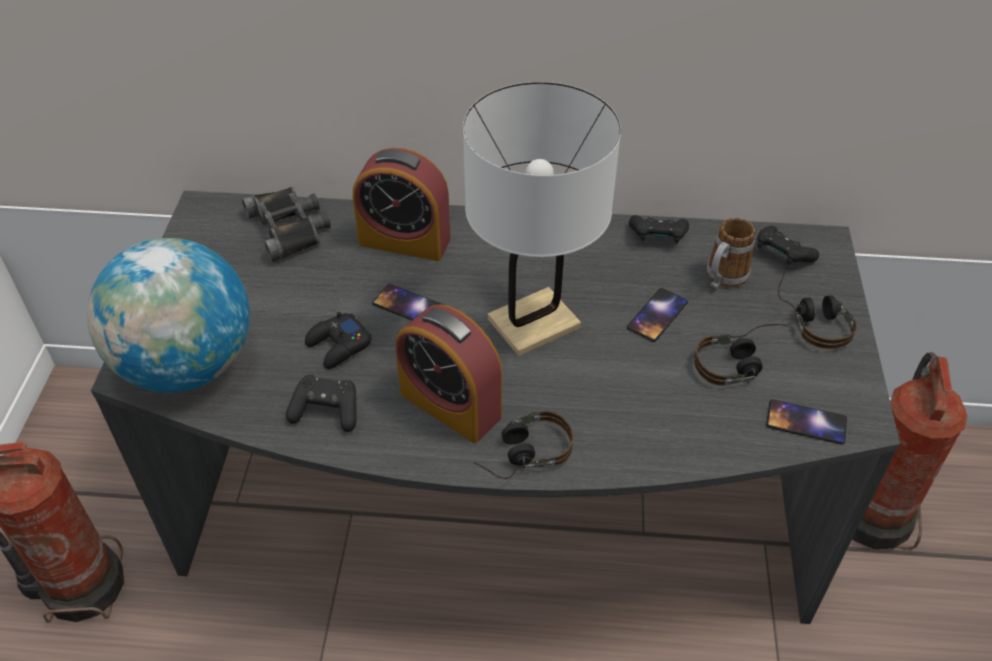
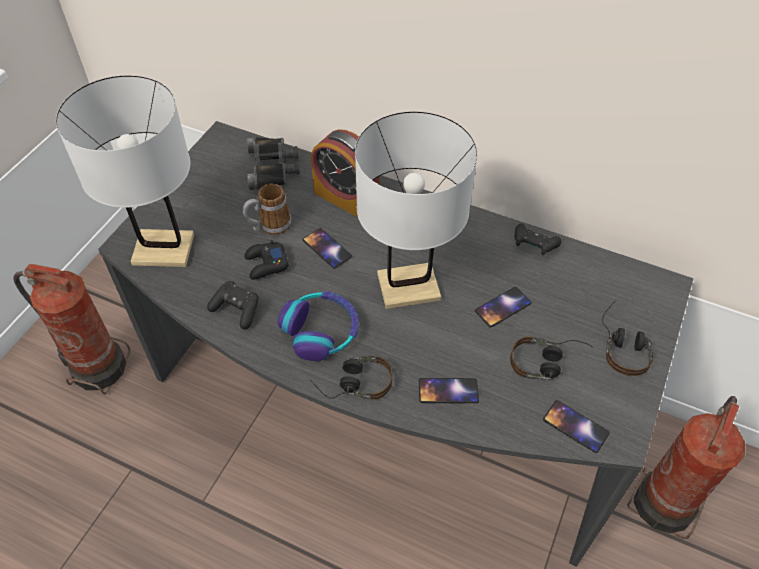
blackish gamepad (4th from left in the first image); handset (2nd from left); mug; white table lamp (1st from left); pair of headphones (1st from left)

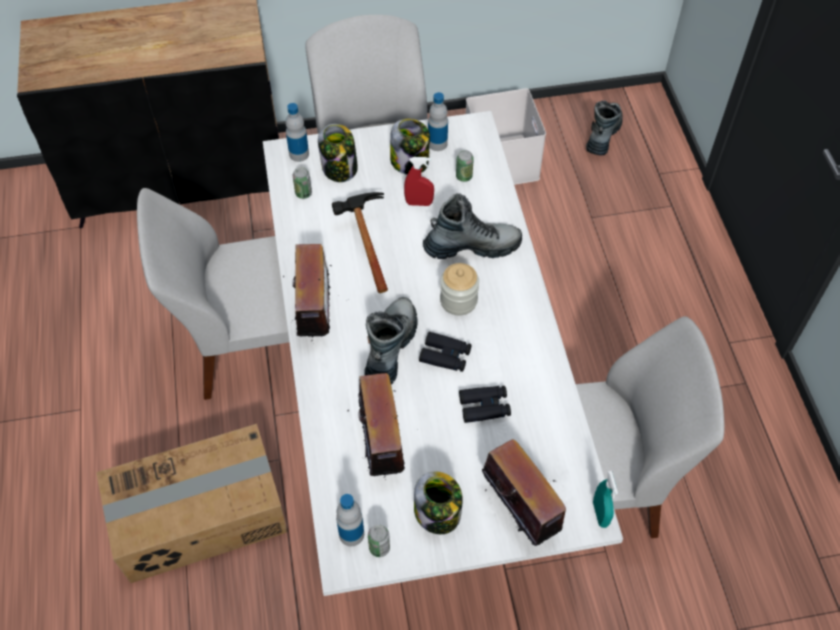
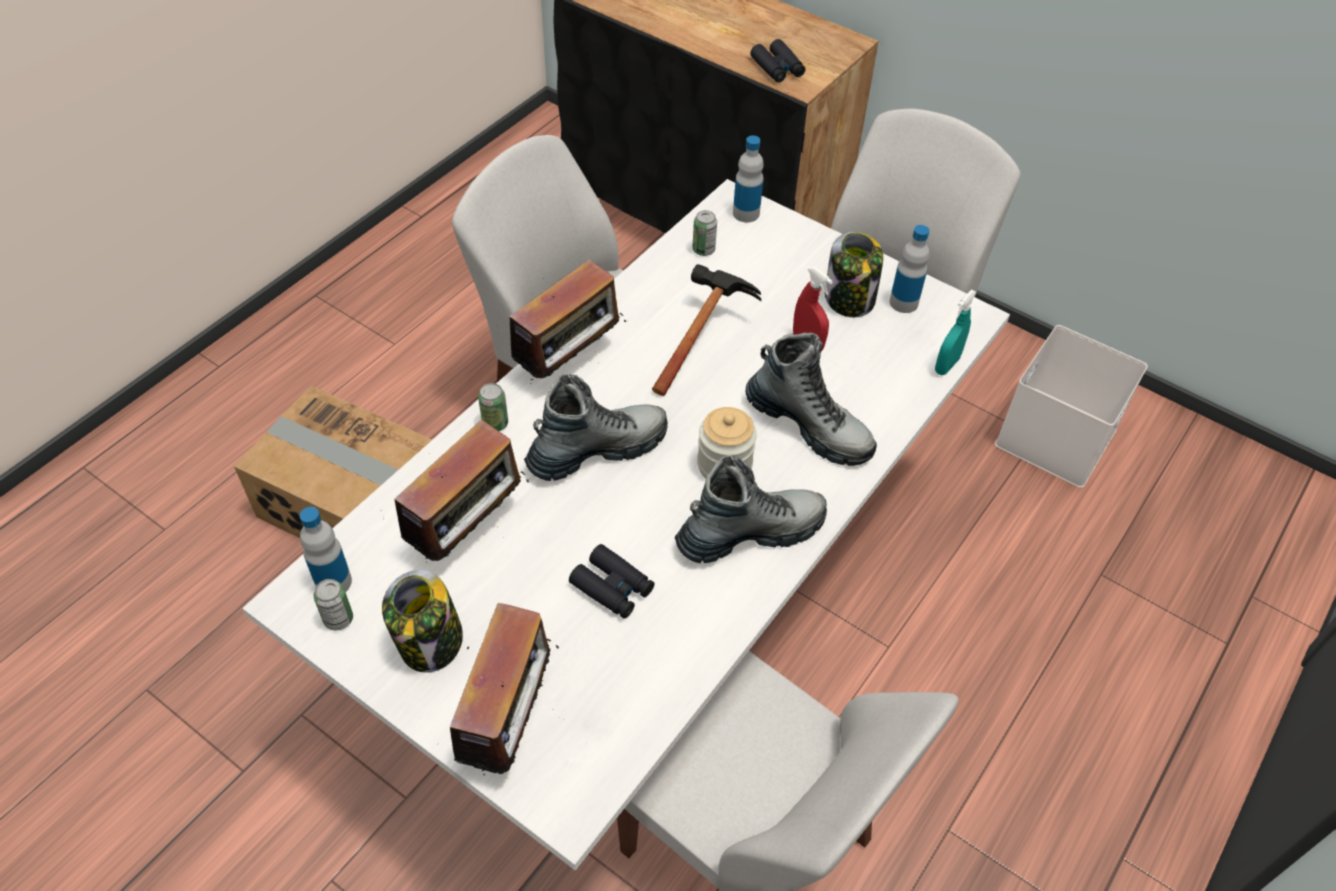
preserve jar (1st from left in the first image); blackish pair of binoculars (2nd from left); sealed can (2nd from left); boot (2nd from left); turquoise-coloured hand sprayer

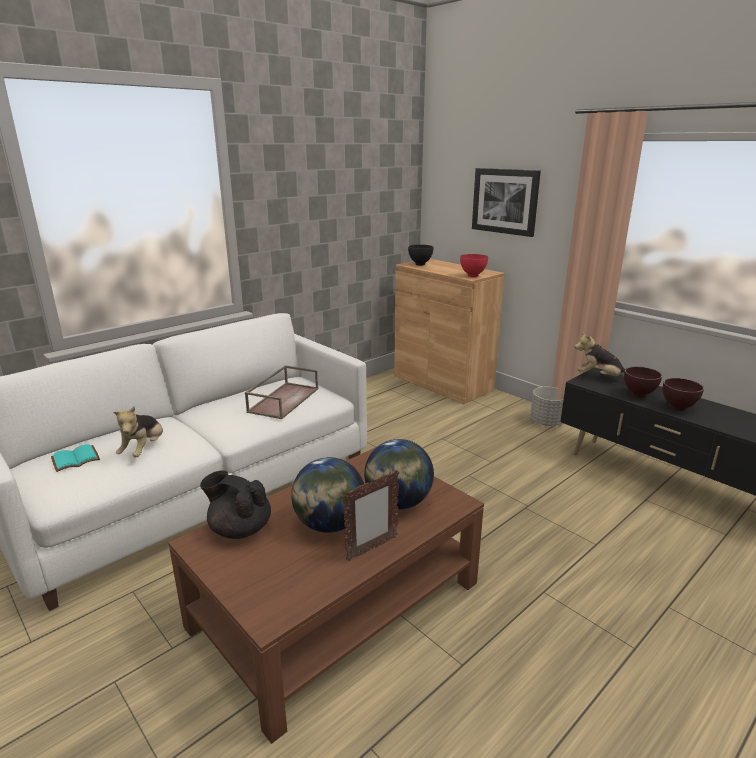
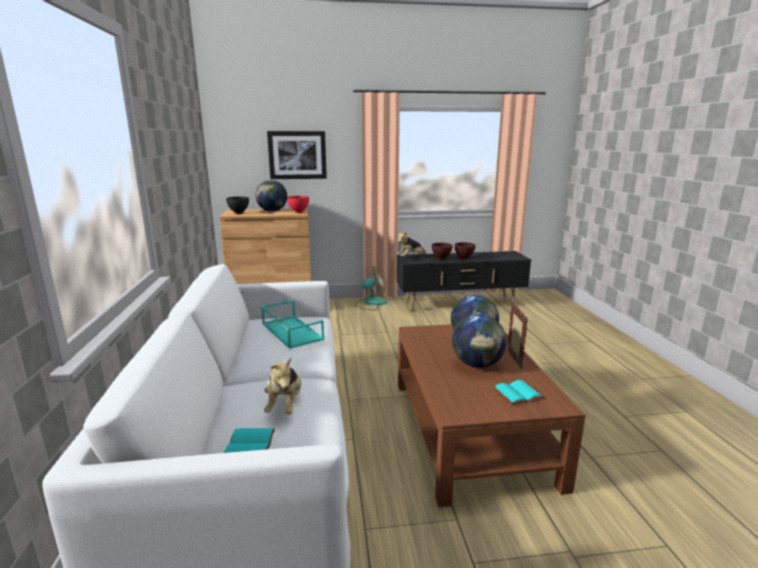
blackish pot for tea; world globe (1st from left); turquoise-coloured bound book (2nd from left); electric fan; turquoise-coloured carrying tray; plush toy (1st from left)

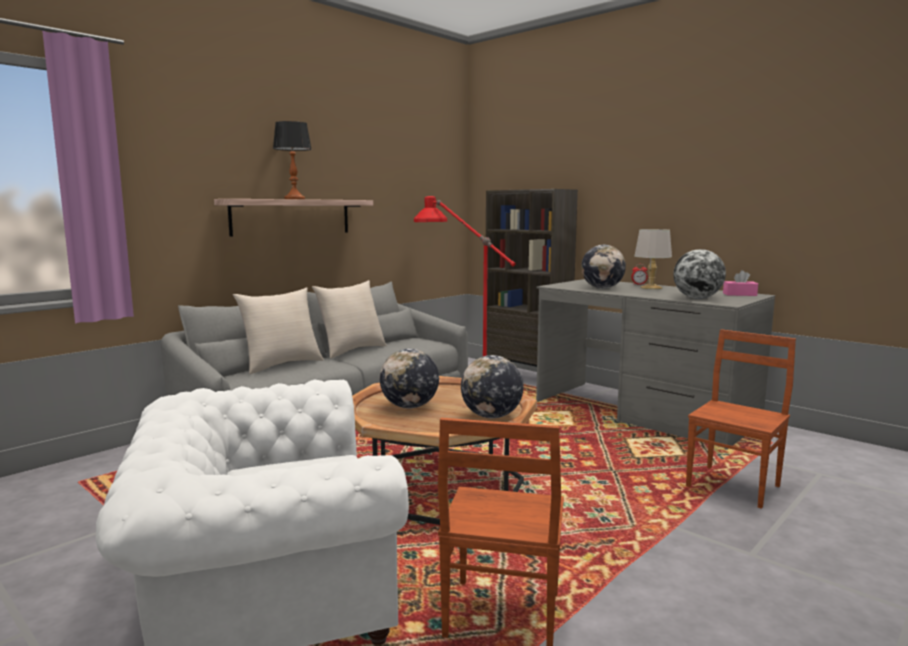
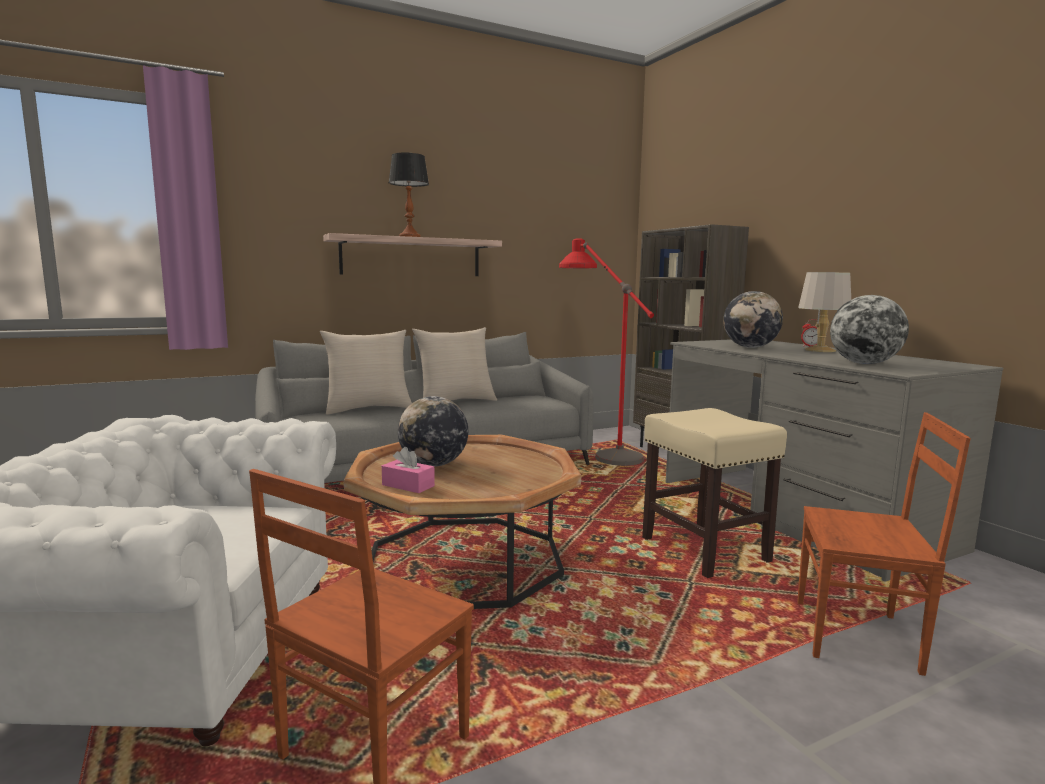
world globe (2nd from left in the first image); beige stool seat; pink-coloured box of tissues; brownish chair (2nd from left)

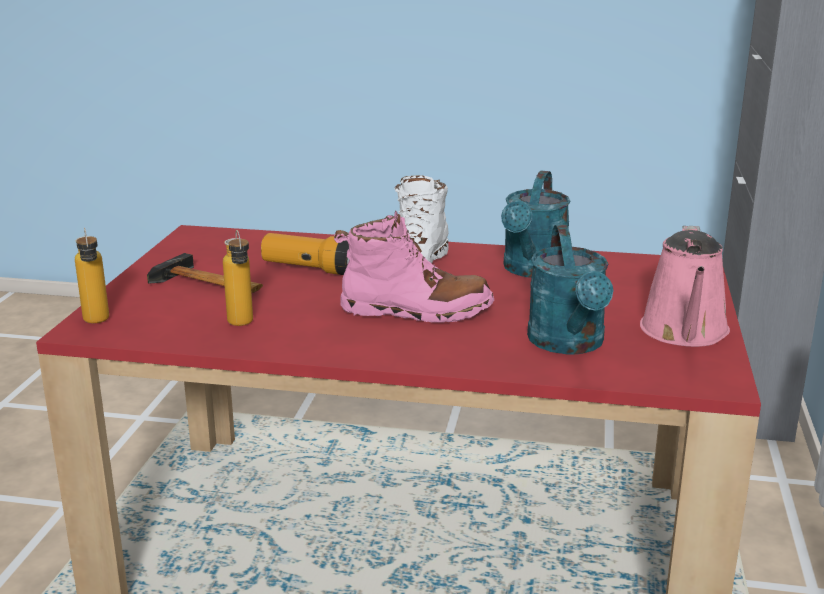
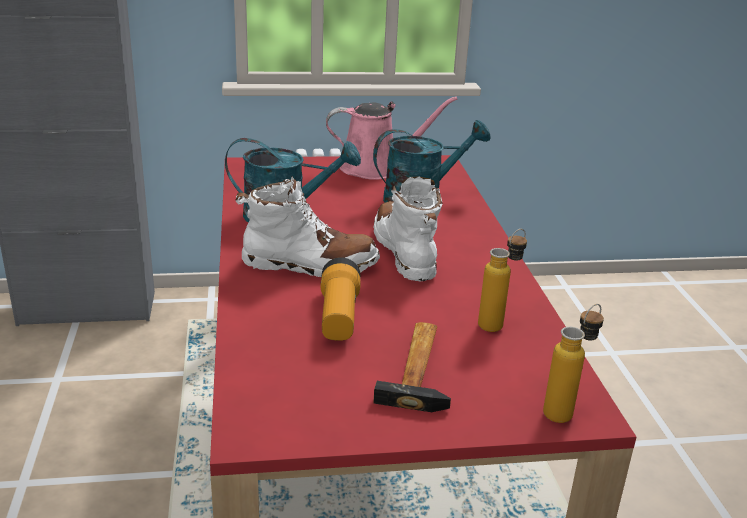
white boot (2nd from left)

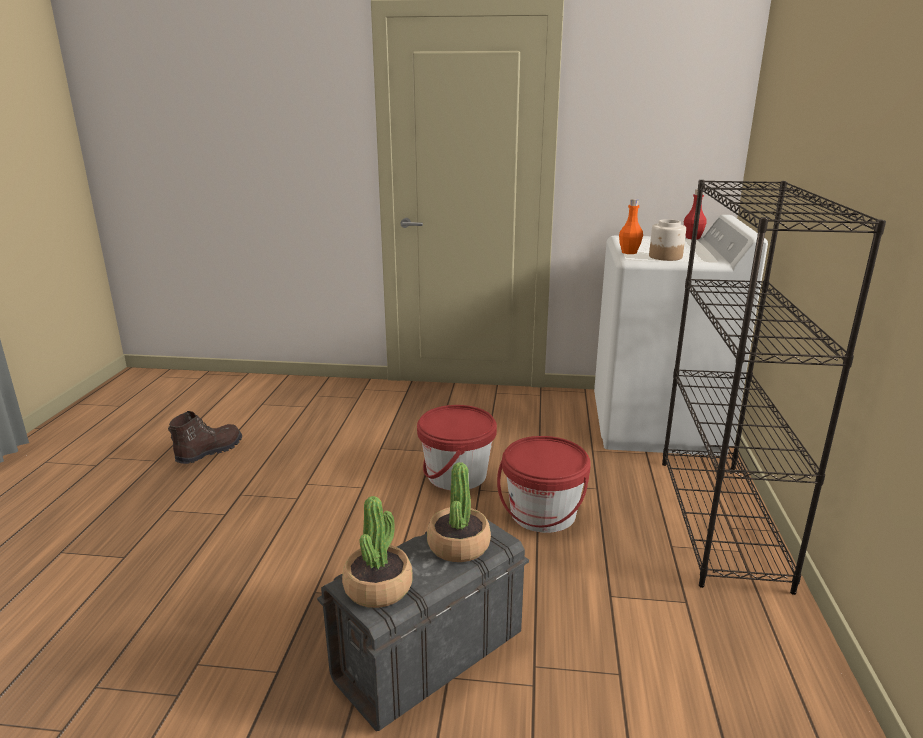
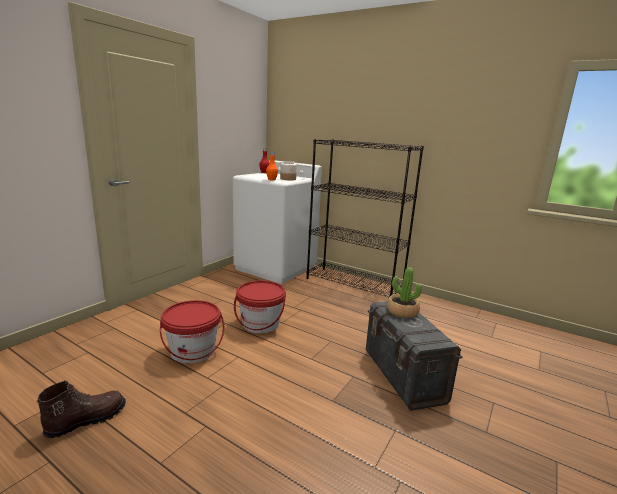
plant in a pot (1st from left in the first image); red-coloured water bucket (1st from left); brownish boot

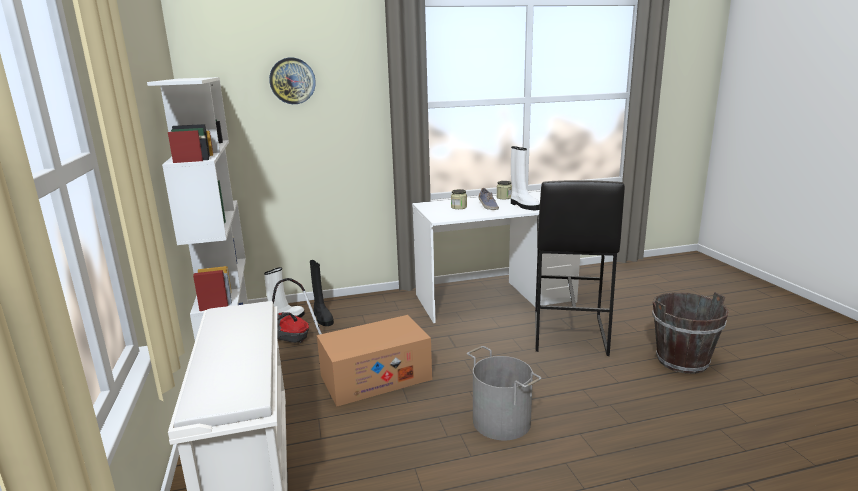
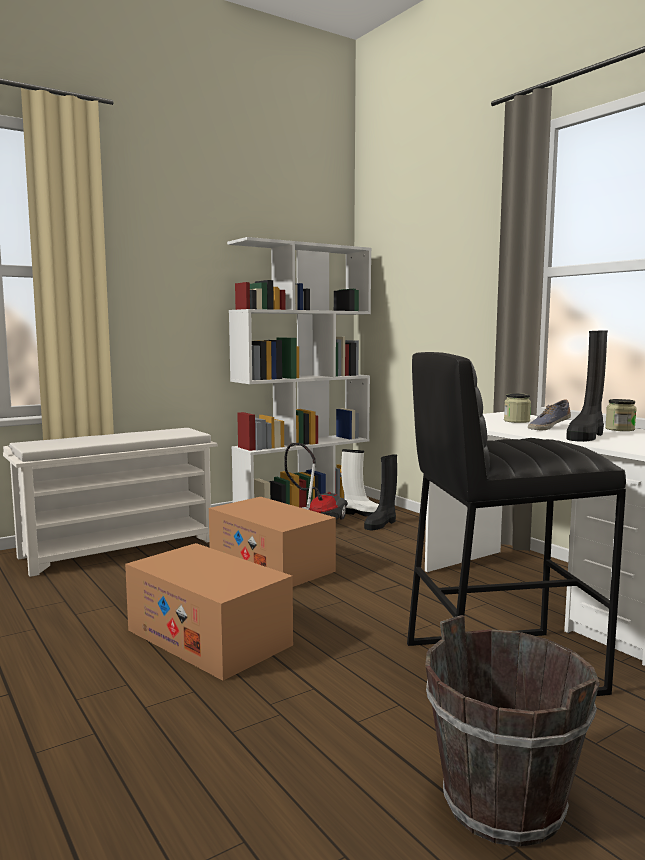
wall clock; cardboard box (1st from left); blackish boot (2nd from left)

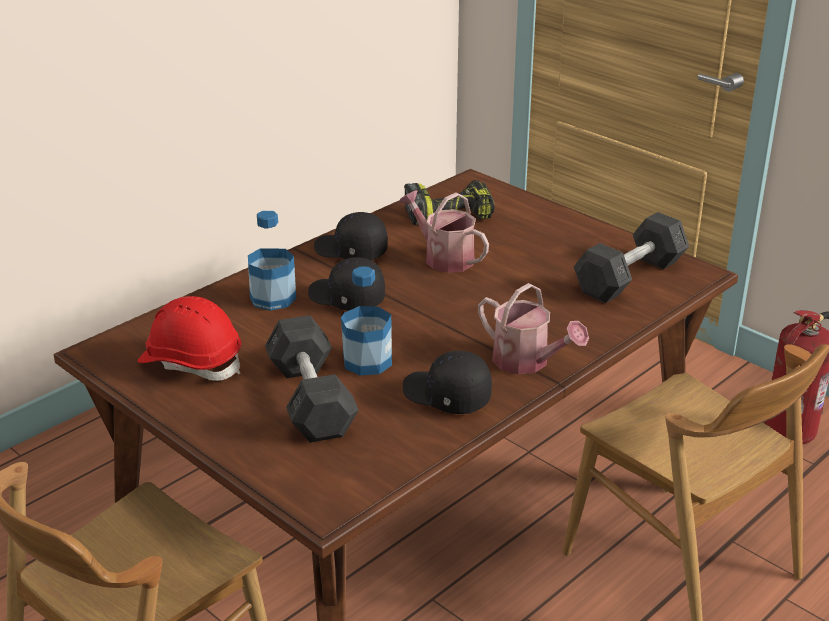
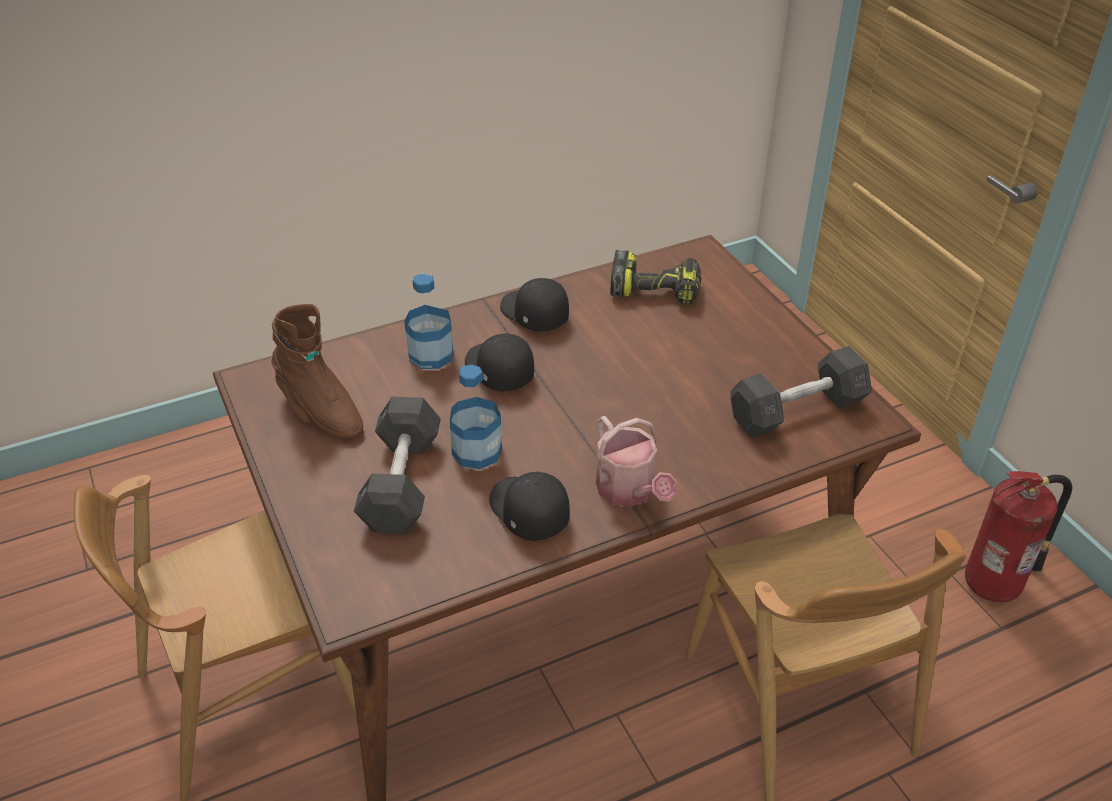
watering pot (1st from left in the first image); brownish boot

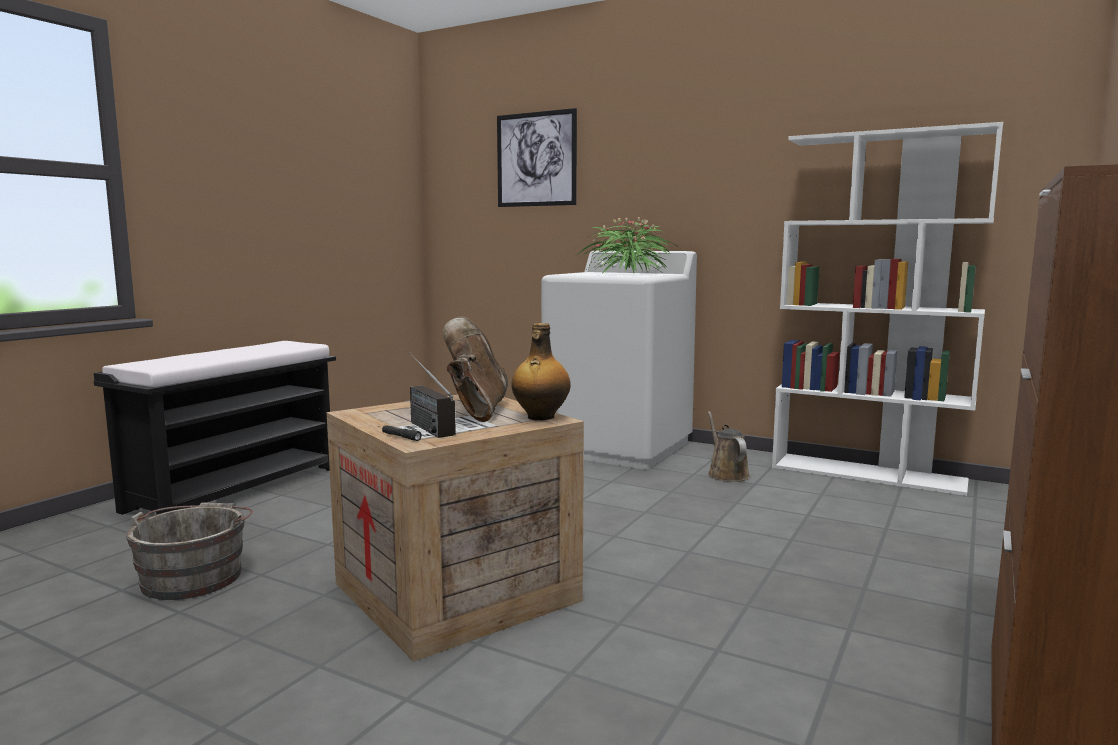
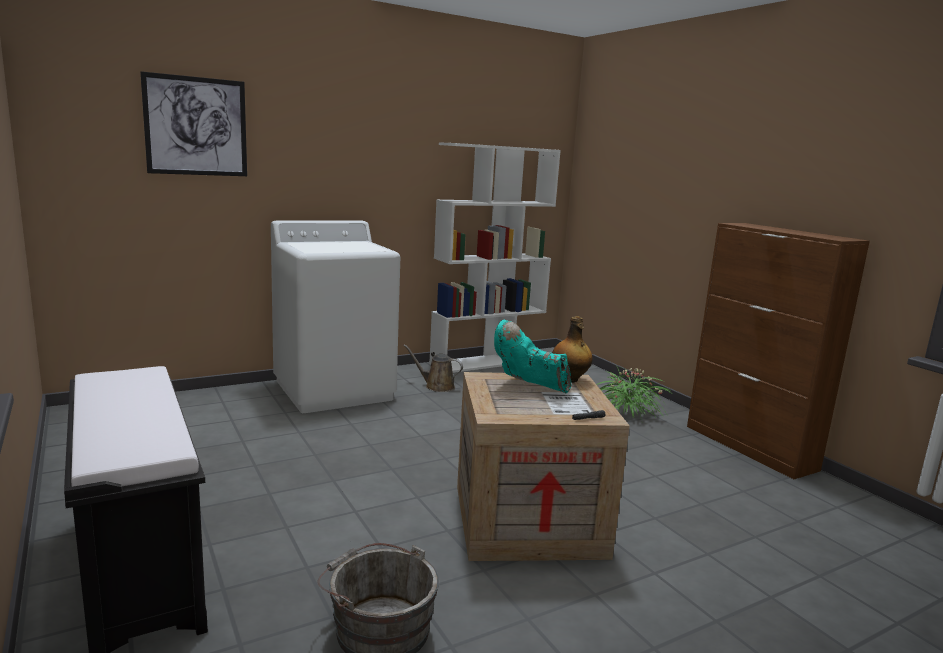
radio set; plant in a pot; turquoise-coloured boot

